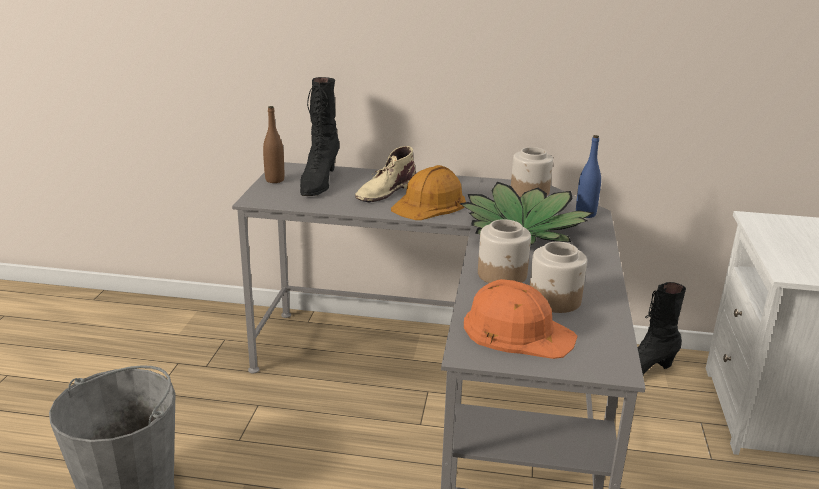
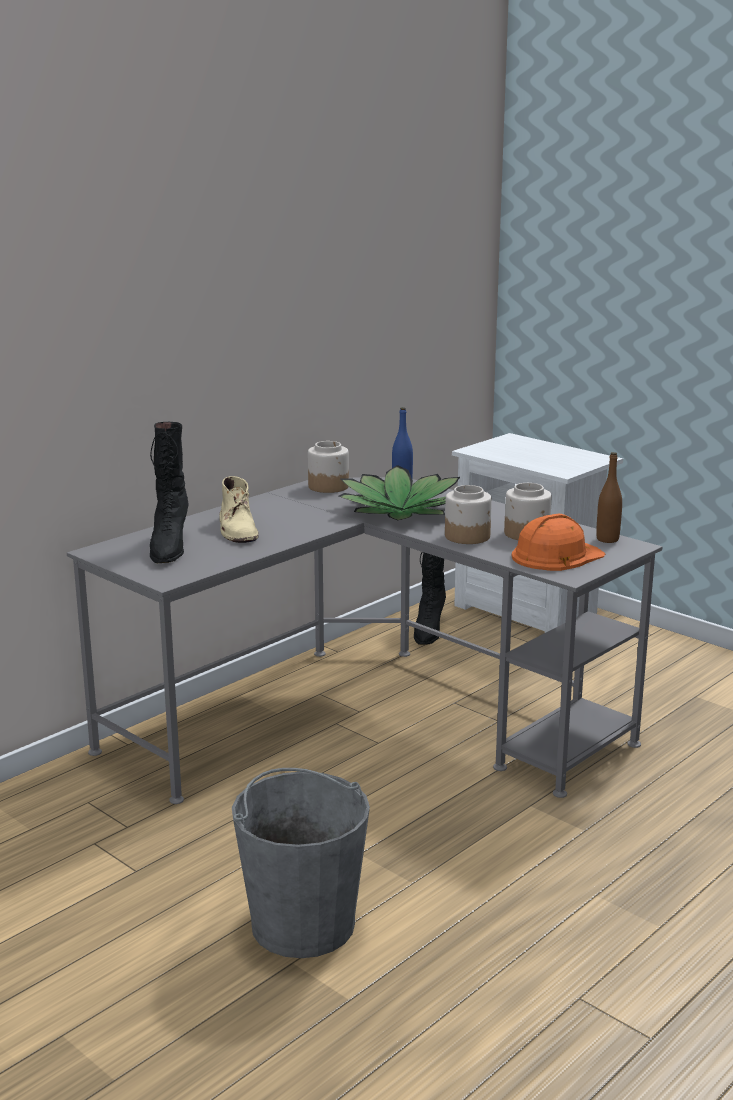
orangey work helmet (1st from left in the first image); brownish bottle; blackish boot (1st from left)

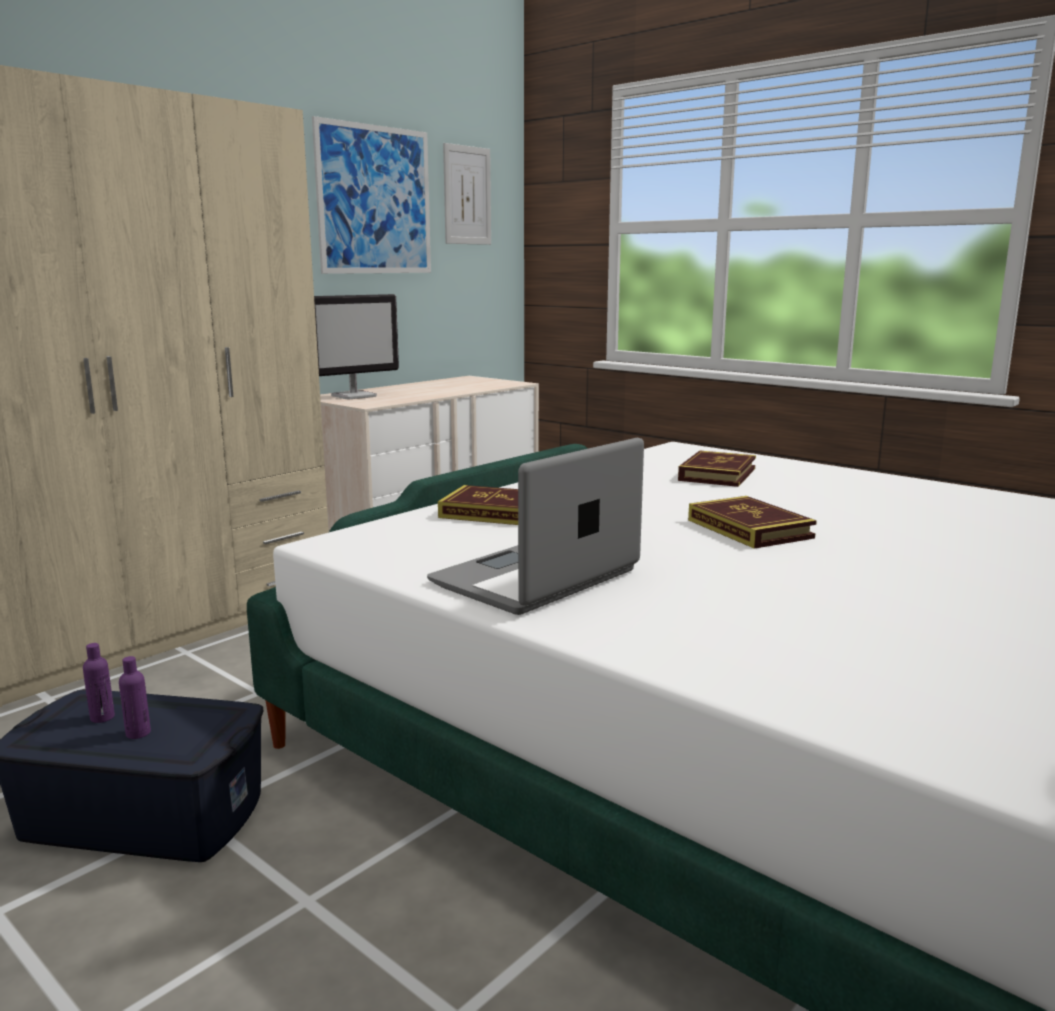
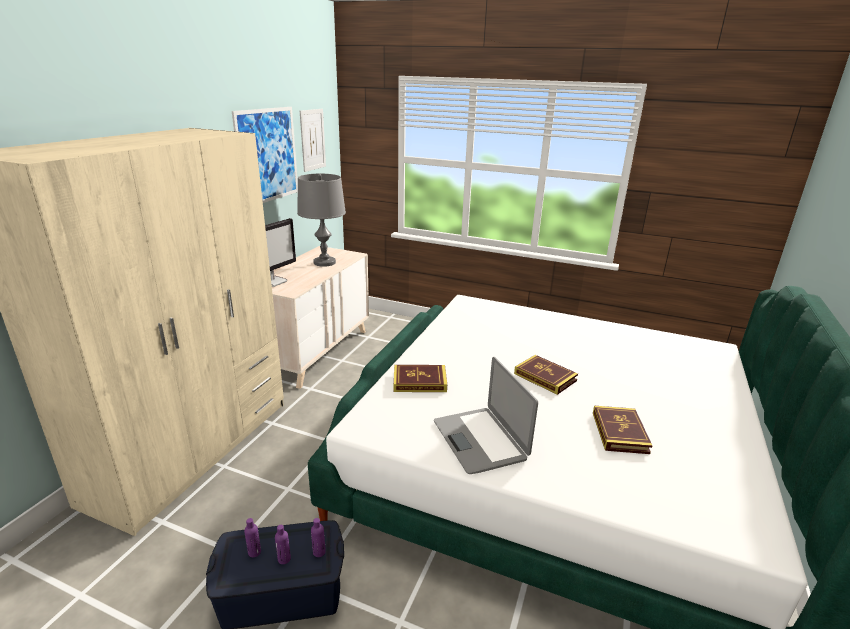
gray table lamp; purple-coloured bottle (3rd from left); bound book (3rd from left); laptop

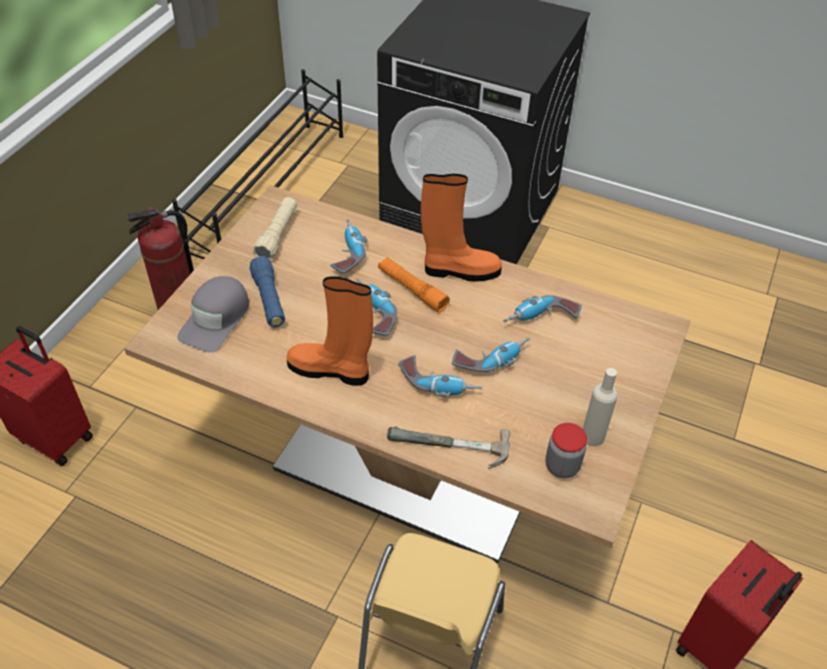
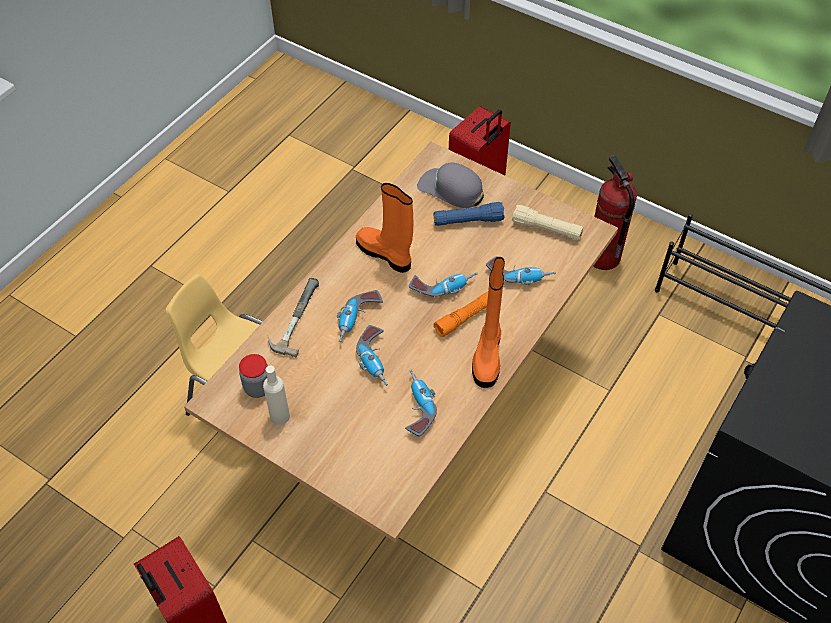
orangey boot (1st from left)

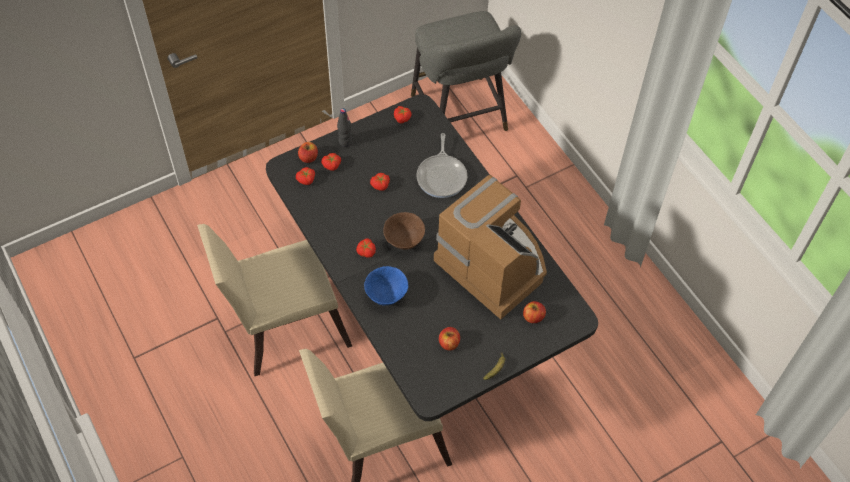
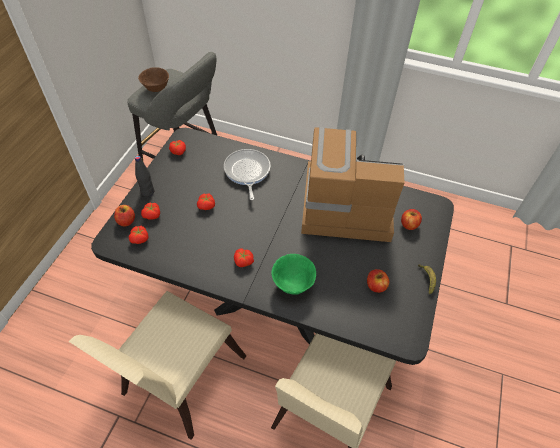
brownish serving bowl; green-coloured serving bowl; skillet

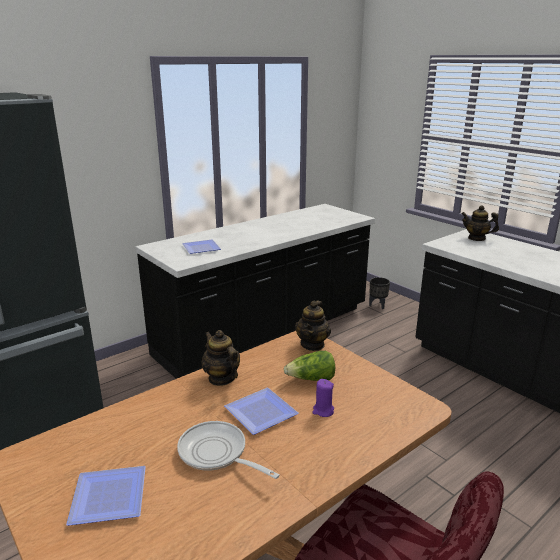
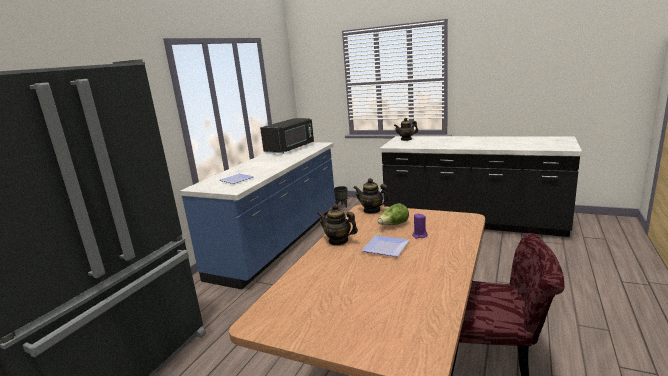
dinner plate (1st from left in the first image); skillet; blackish microwave; blue counter; pot for tea (2nd from left)

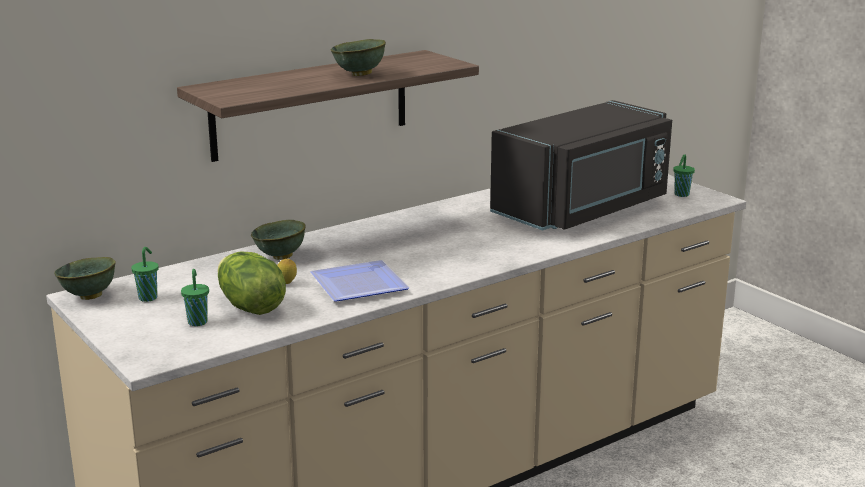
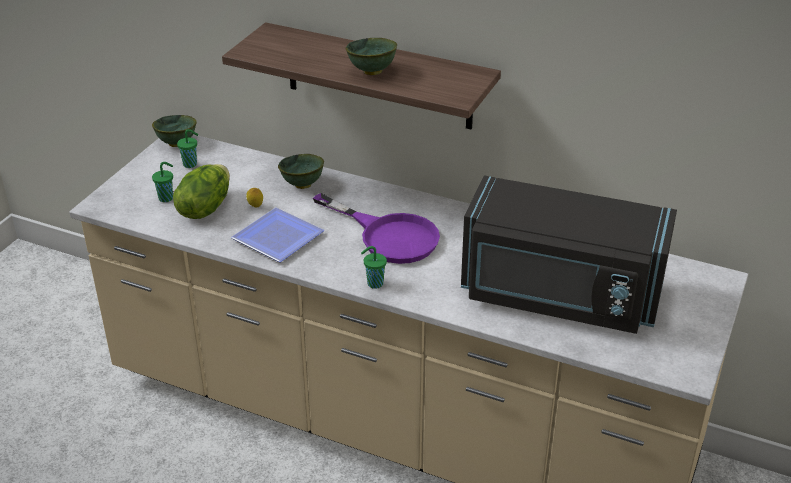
purple-coloured skillet; green-coloured cup (3rd from left)

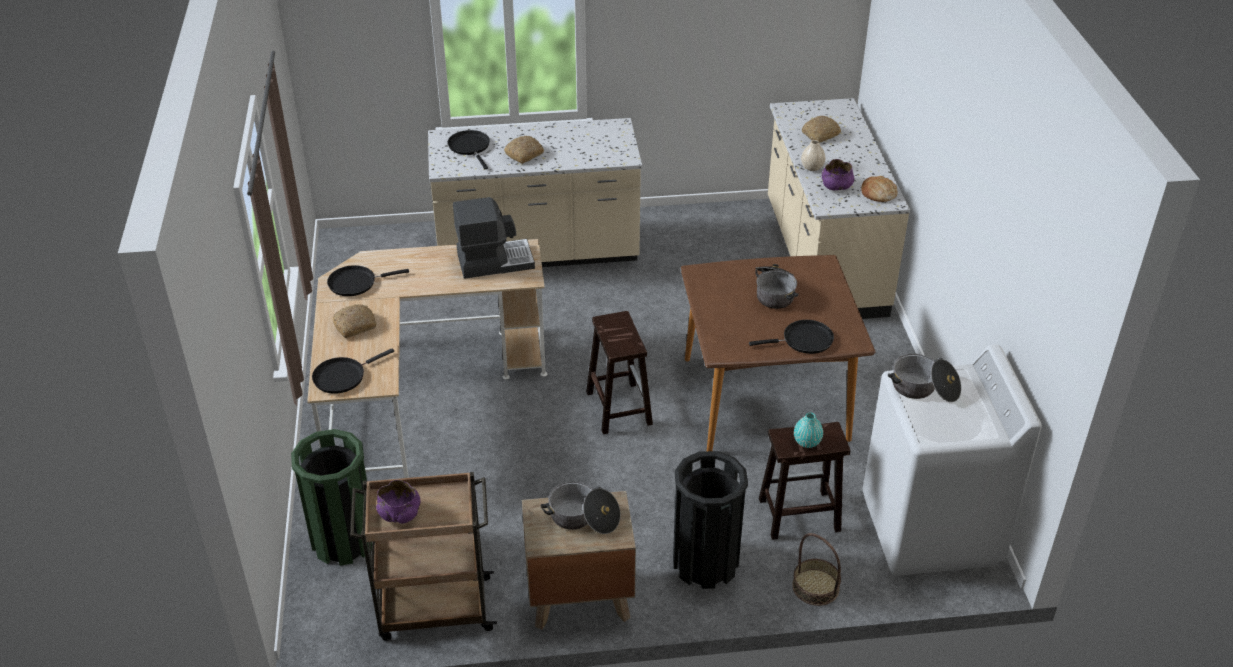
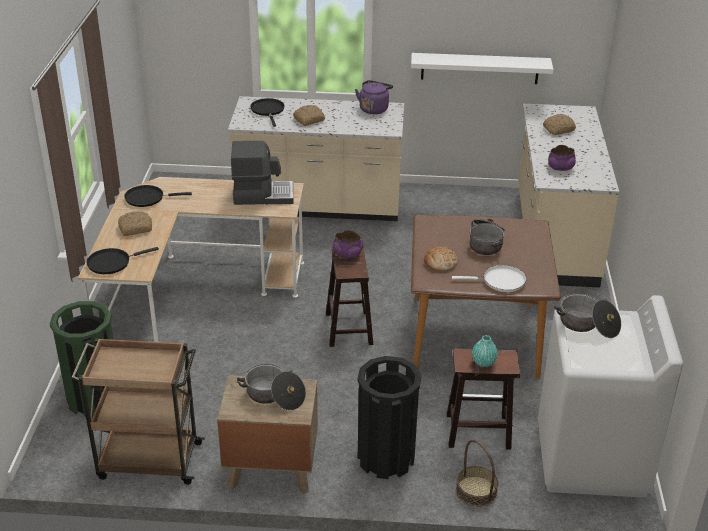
beige decorative vase; purple-coloured water kettle; white wall shelf; purple-coloured serving bowl (1st from left); baked bread (3rd from left); white skillet

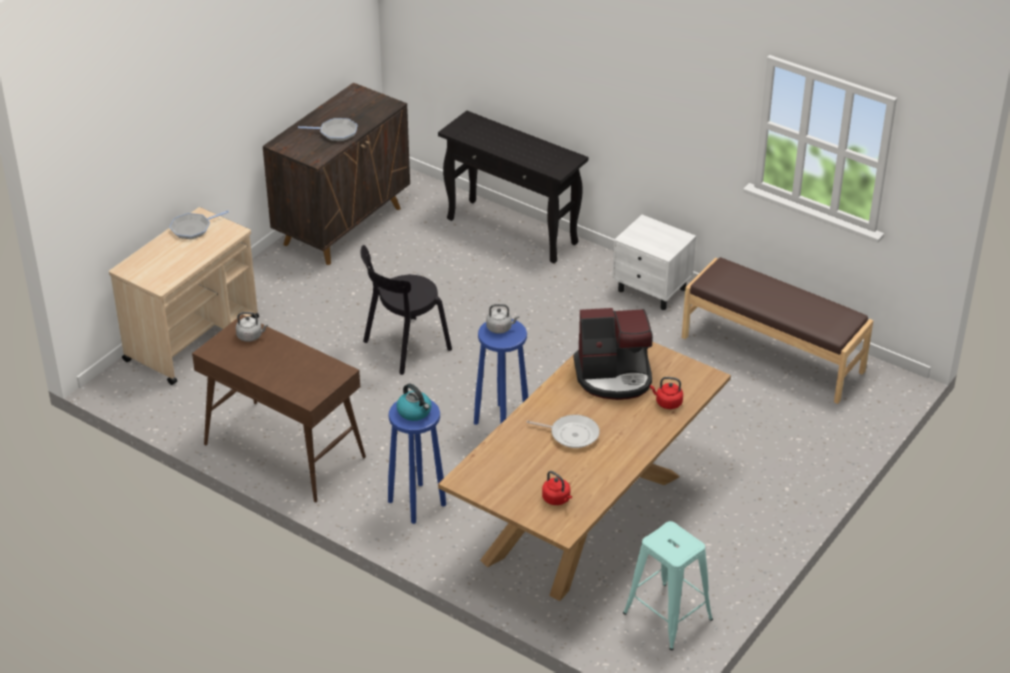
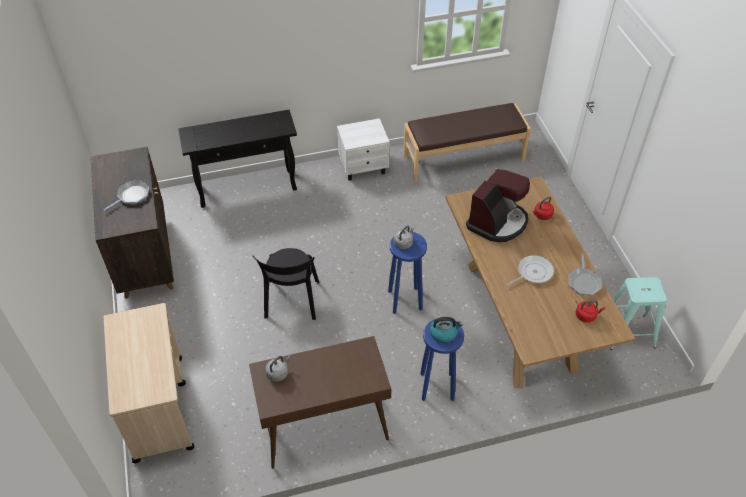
skillet (3rd from left)

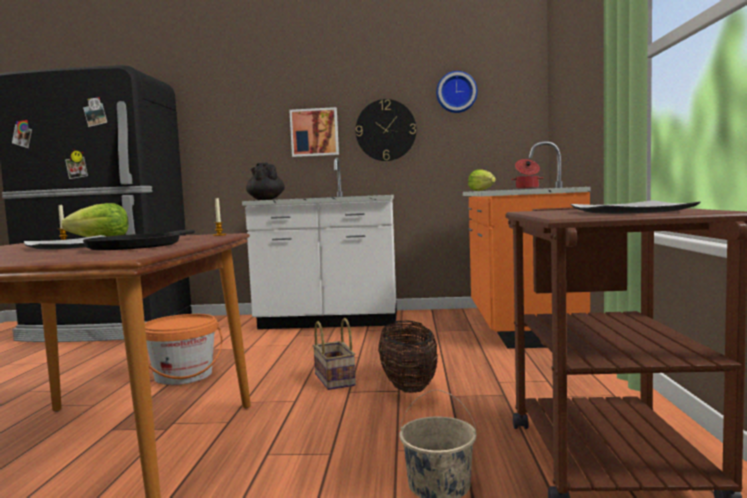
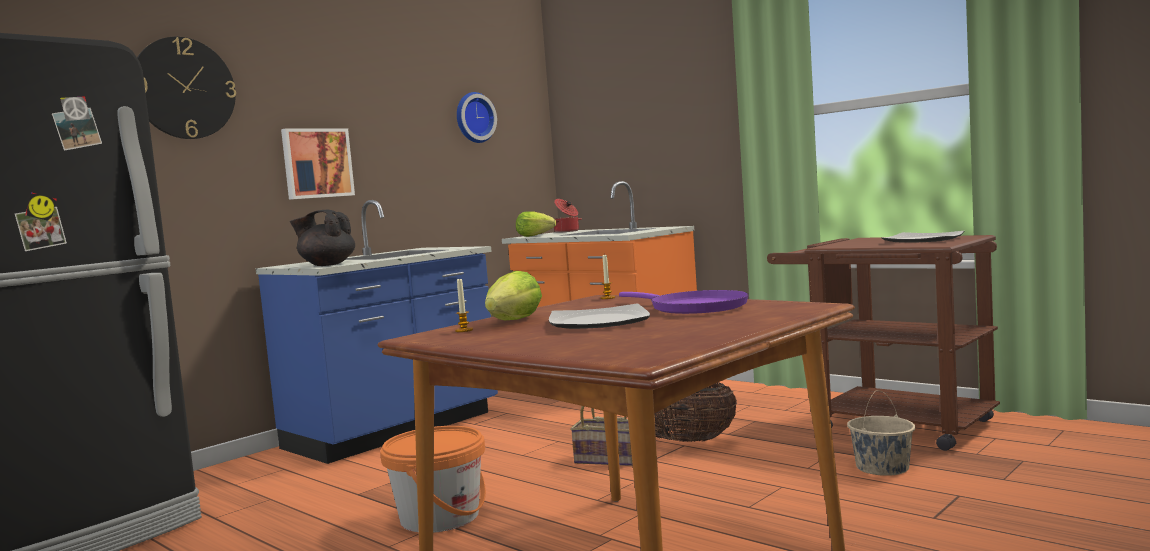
wall clock (1st from left); purple-coloured skillet; blue counter

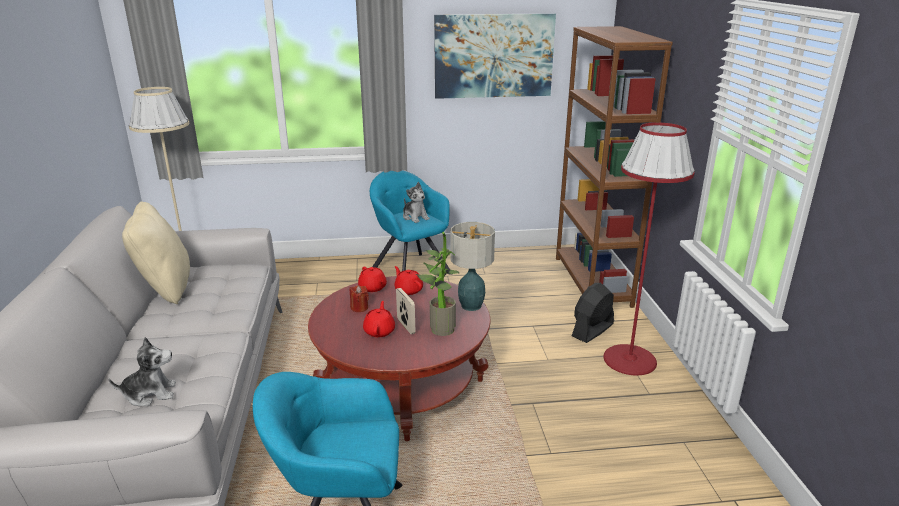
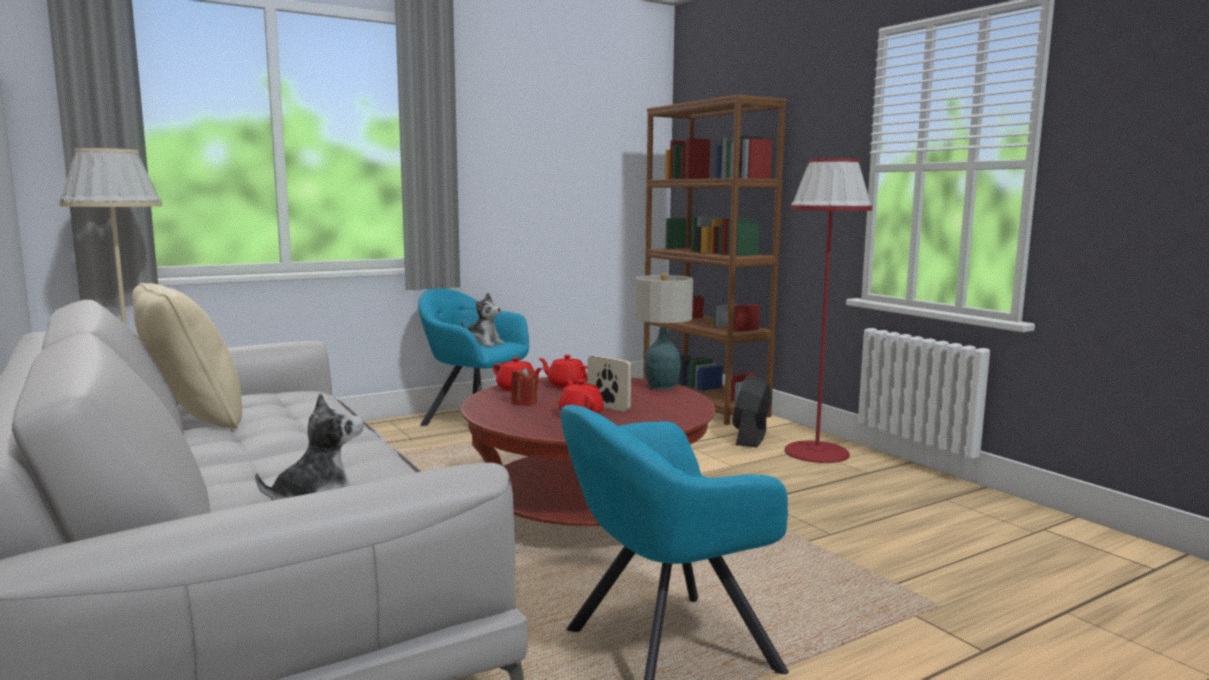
plant in a pot; picture

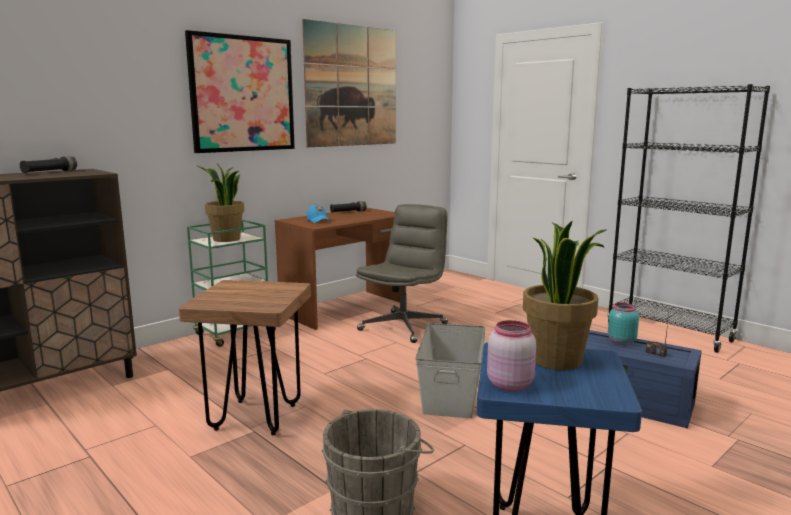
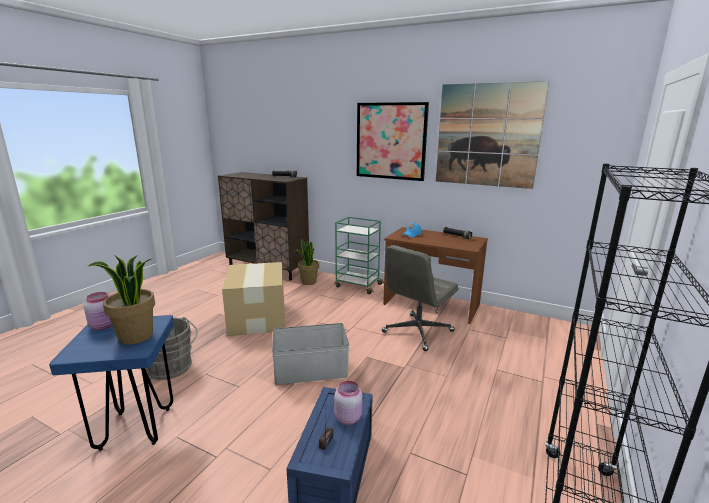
plant in a pot (2nd from left); cardboard box; pink-coloured preserve jar (2nd from left); gray office chair

